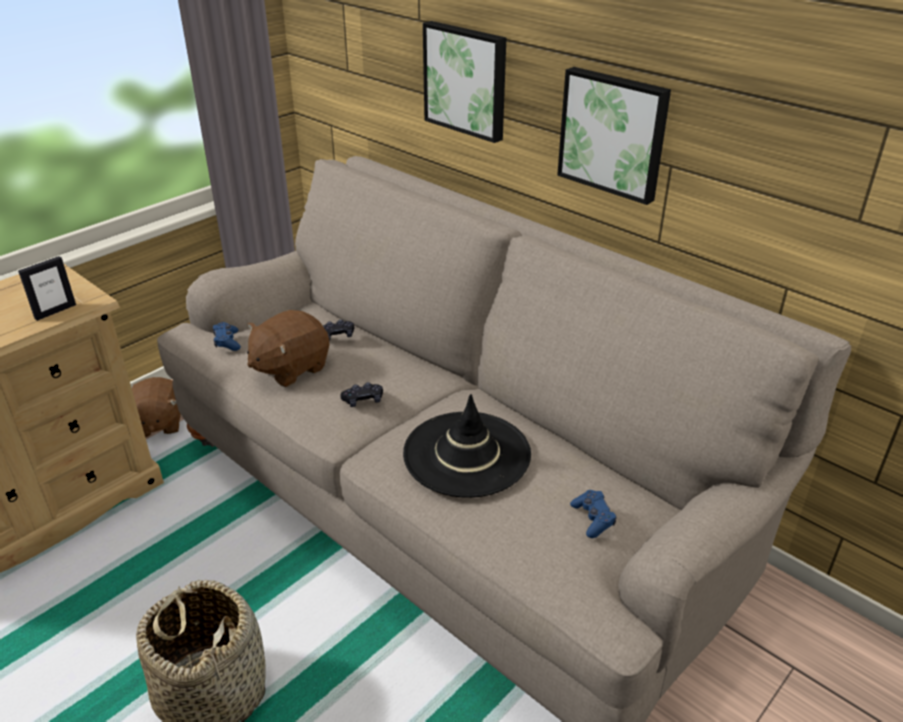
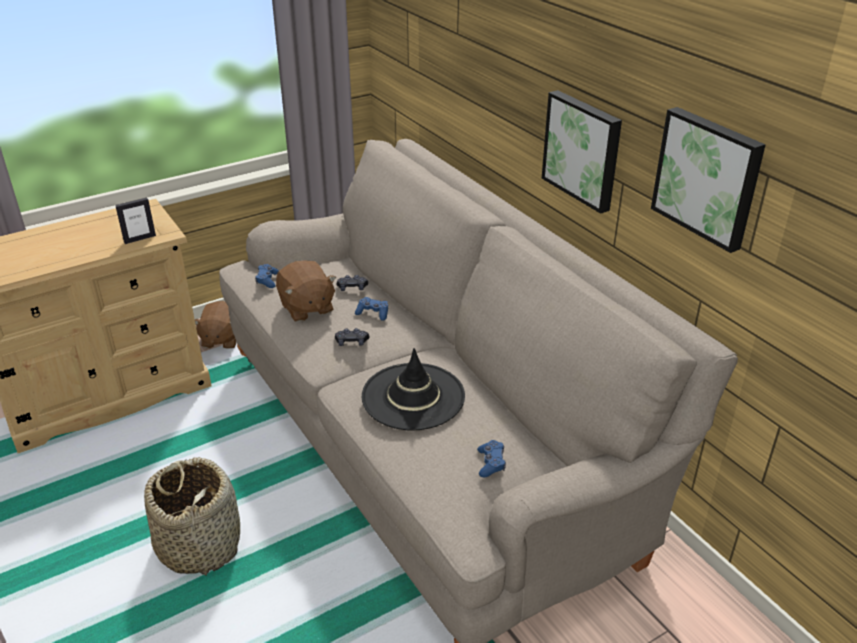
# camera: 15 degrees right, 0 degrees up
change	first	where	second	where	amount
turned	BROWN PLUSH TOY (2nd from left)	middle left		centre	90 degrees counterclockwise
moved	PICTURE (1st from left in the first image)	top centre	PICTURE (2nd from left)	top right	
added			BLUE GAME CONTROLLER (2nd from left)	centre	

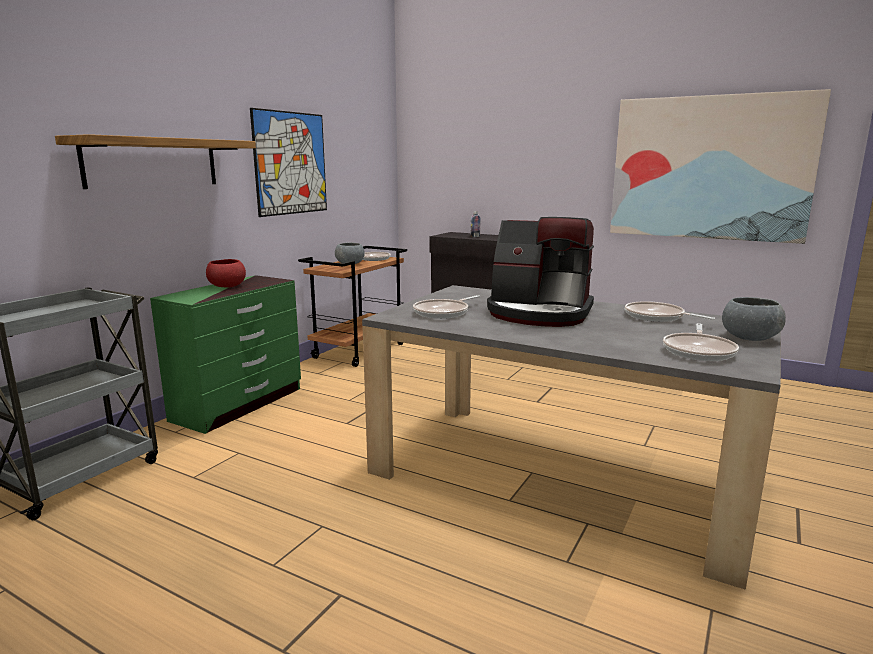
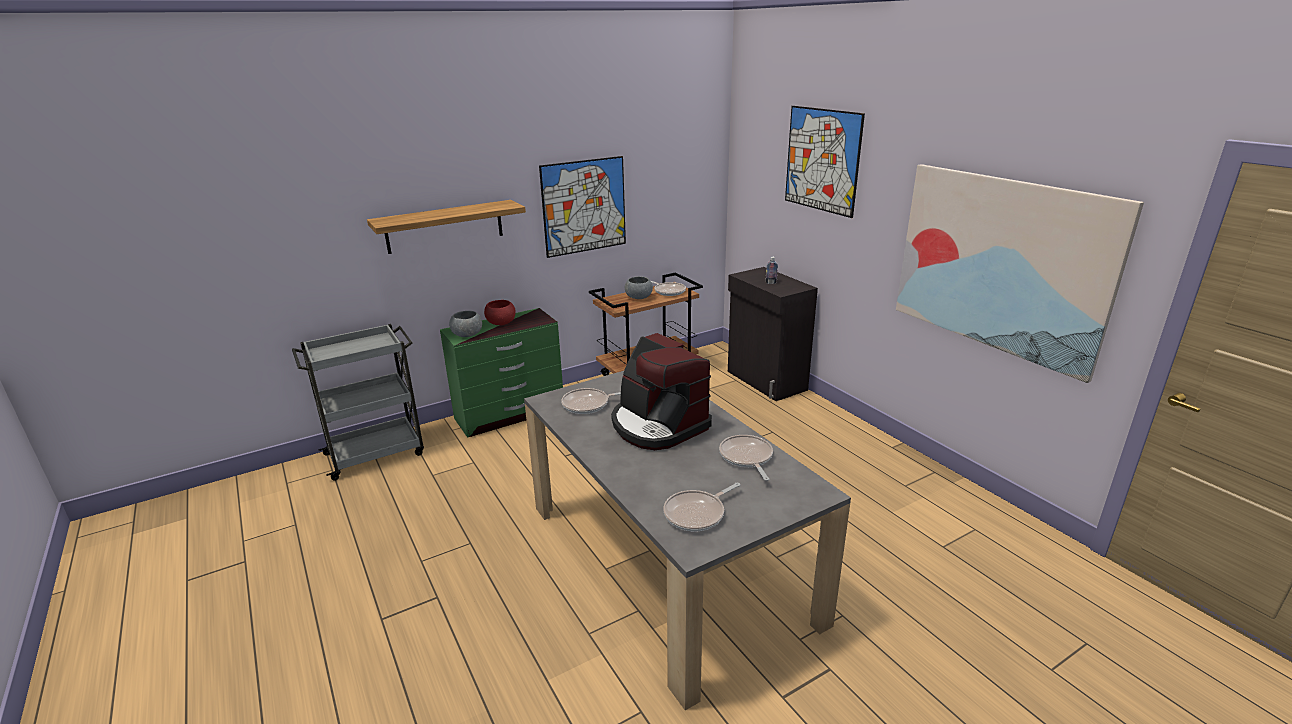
# camera: 30 degrees right, 10 degrees up
change	first	where	second	where	amount
moved	GREY BOWL (2nd from left in the first image)	middle right	GREY BOWL (1st from left)	centre	
added			PICTURE (2nd from left)	top centre	

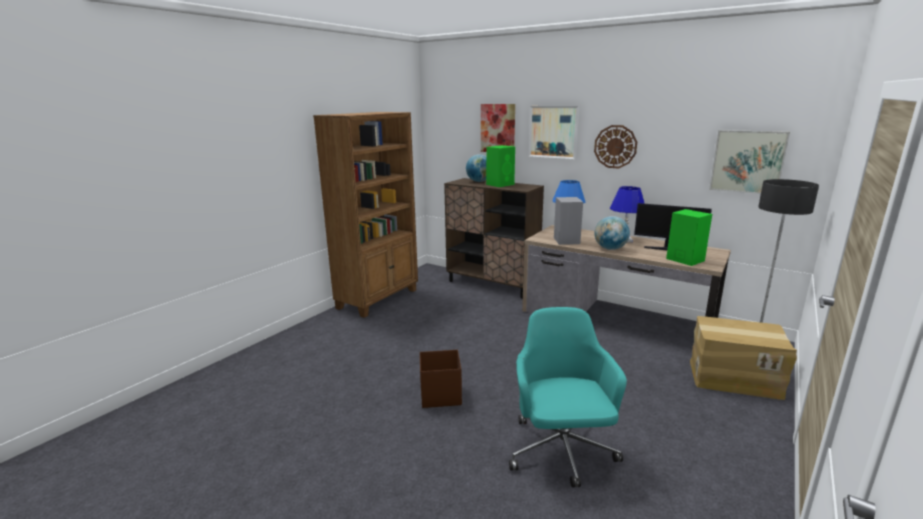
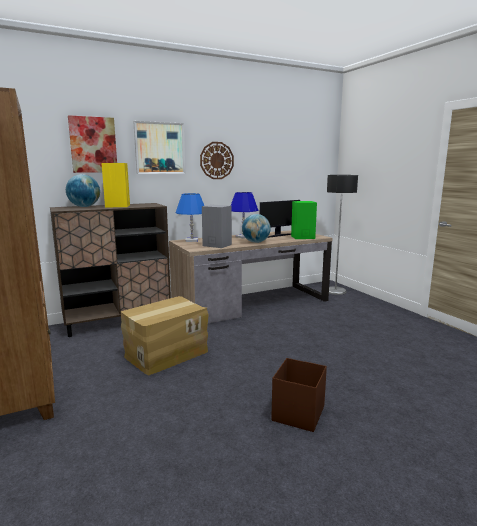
# camera: 60 degrees left, 5 degrees down
change	first	where	second	where	amount
recoloured	GREEN SPEAKER (1st from left)	top centre	YELLOW SPEAKER	middle left	
removed	TURQUOISE OFFICE CHAIR	bottom centre			
moved	CARDBOARD BOX	bottom right		centre	
removed	PICTURE (3rd from left)	top right			

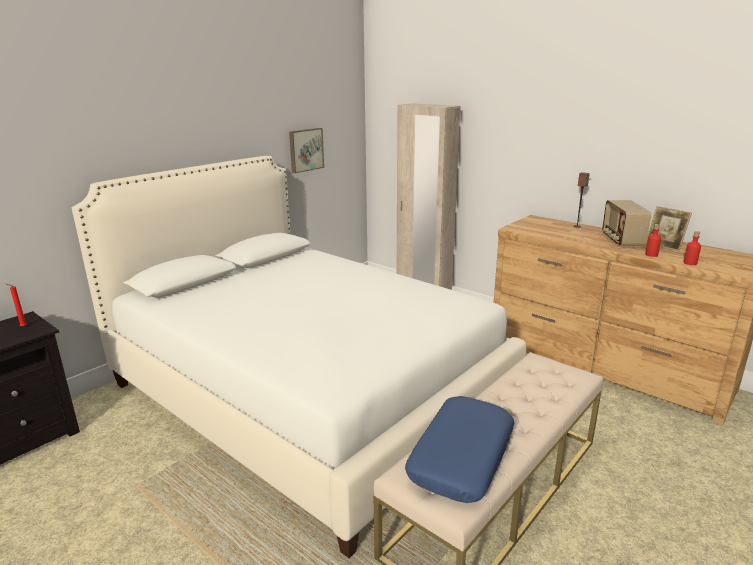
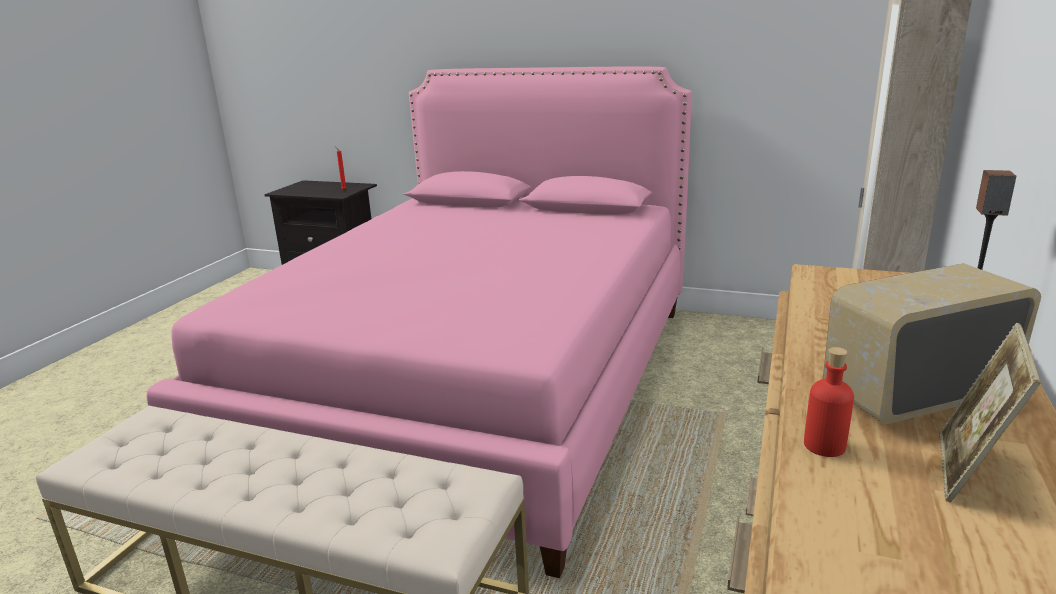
# camera: 70 degrees right, 0 degrees up
change	first	where	second	where	amount
recoloured	WHITE BED	centre	PINK BED	centre	
removed	PICTURE	top centre			
removed	BLUE PILLOW	bottom centre			
removed	RED BOTTLE (2nd from left)	middle right			

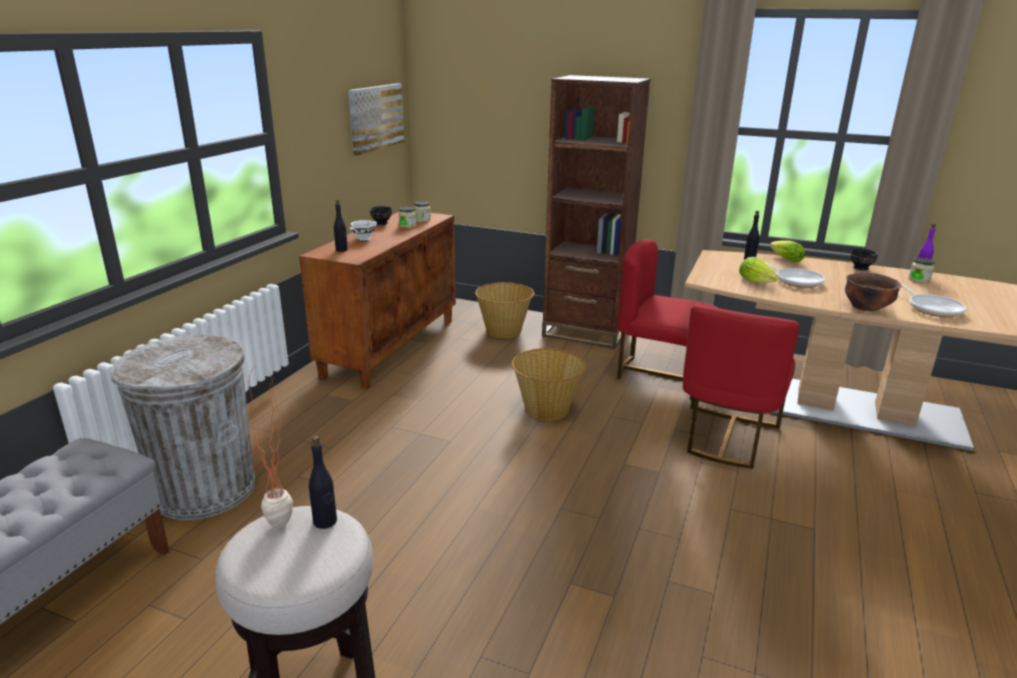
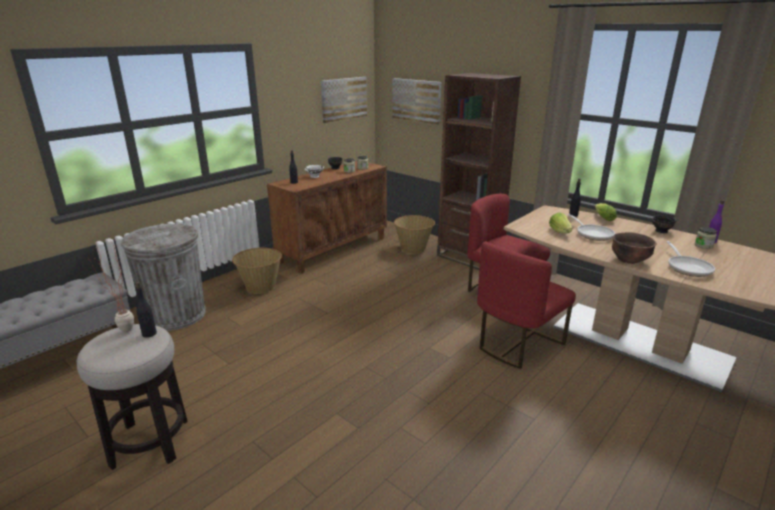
# camera: 20 degrees right, 0 degrees up
change	first	where	second	where	amount
moved	BASKET (2nd from left in the first image)	centre	BASKET (1st from left)	middle left	
added			PICTURE (2nd from left)	top centre	

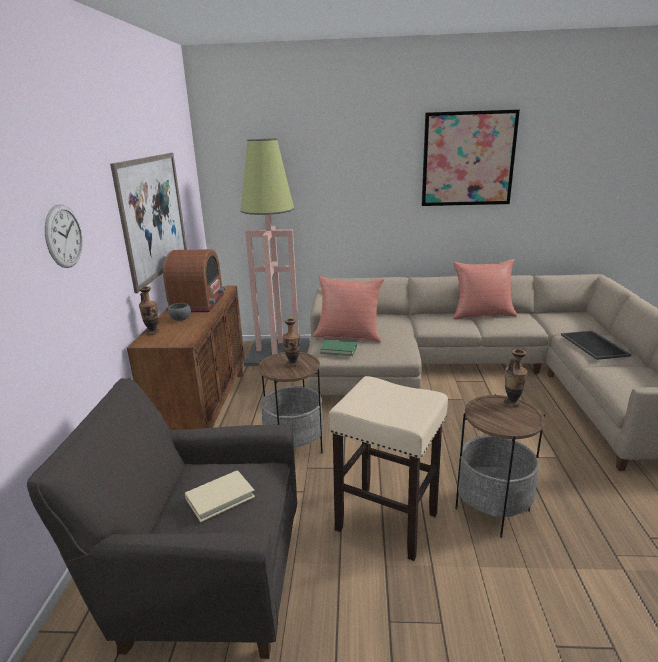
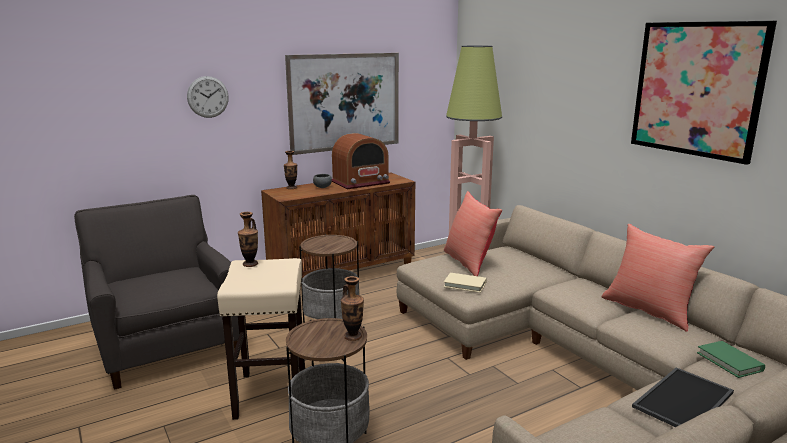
# camera: 55 degrees right, 5 degrees down
change	first	where	second	where	amount
moved	BEIGE BOOK	bottom centre		centre	
moved	VASE (2nd from left in the first image)	centre	VASE (1st from left)	middle left	
moved	GREEN BOOK	centre		bottom right	

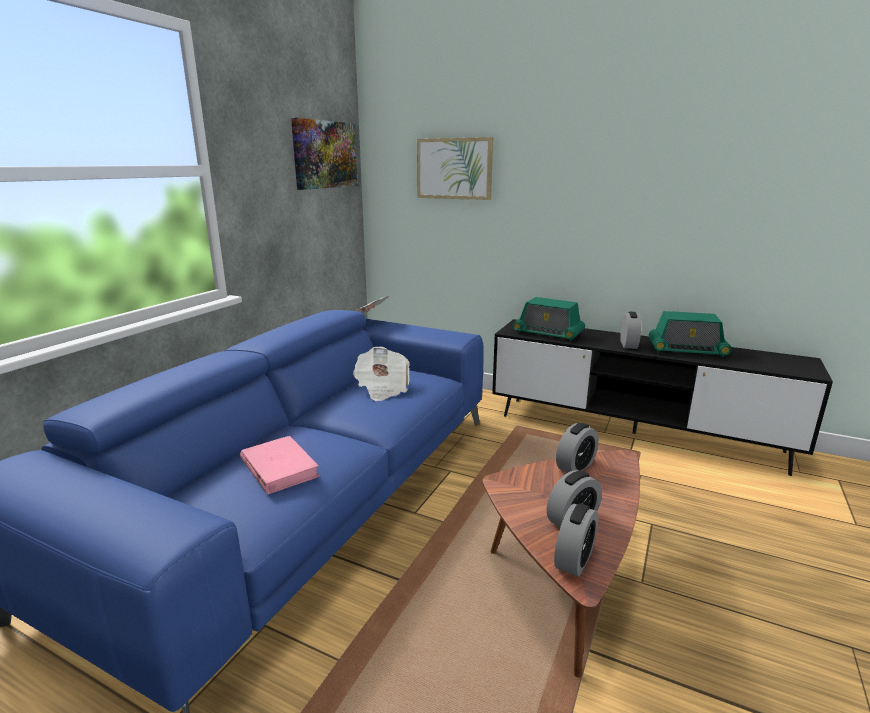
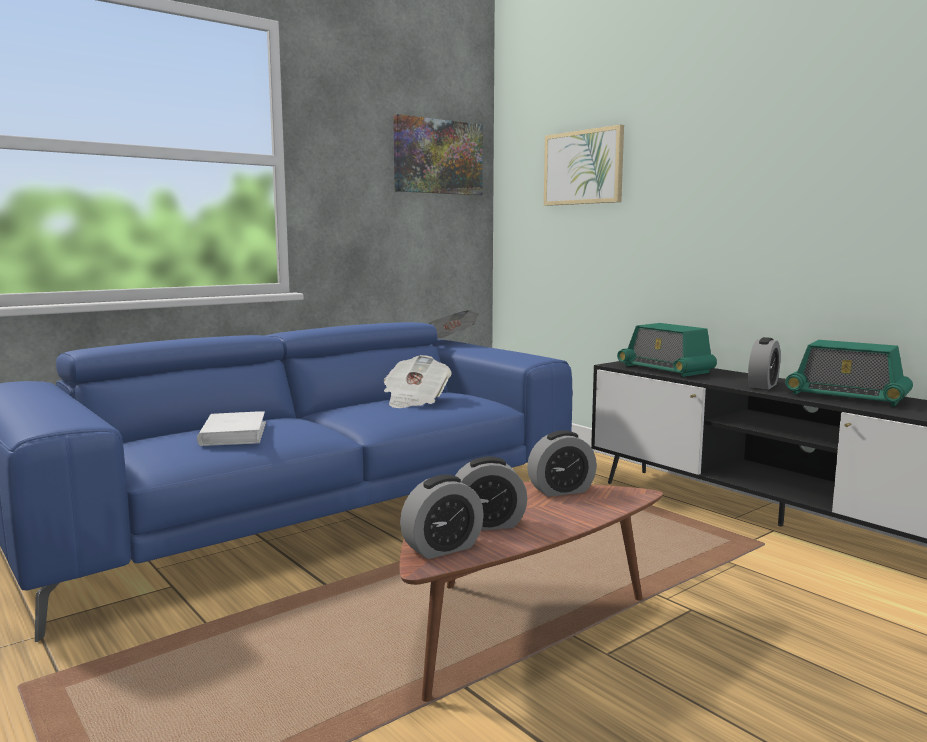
# camera: 25 degrees right, 10 degrees down
change	first	where	second	where	amount
recoloured	PINK BOOK	middle left	WHITE BOOK	middle left	

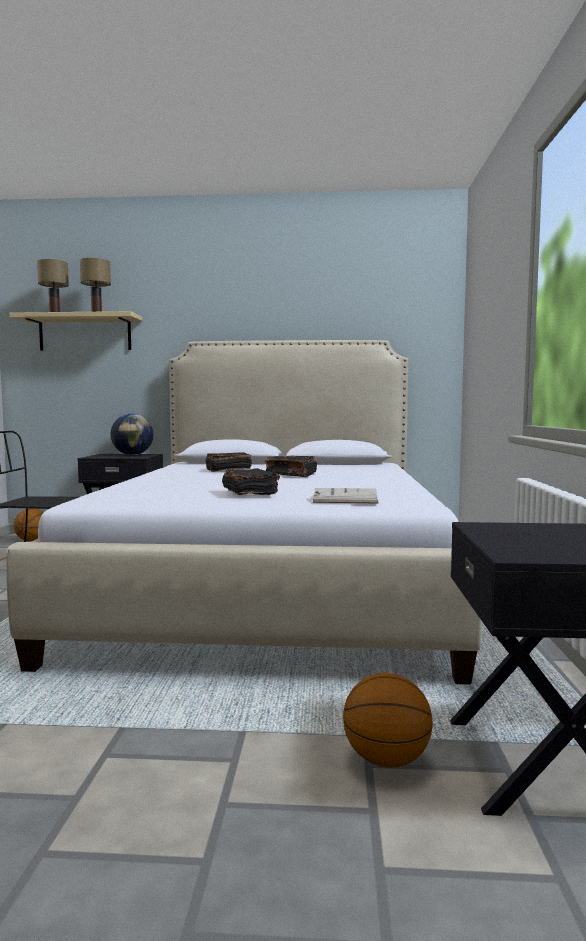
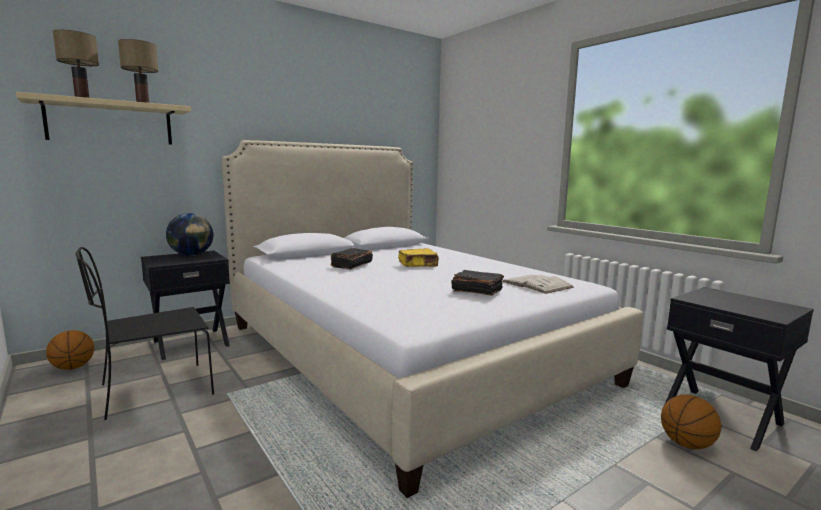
# camera: 40 degrees left, 5 degrees up
change	first	where	second	where	amount
recoloured	BLACK BOOK (3rd from left)	centre	YELLOW BOOK	centre	

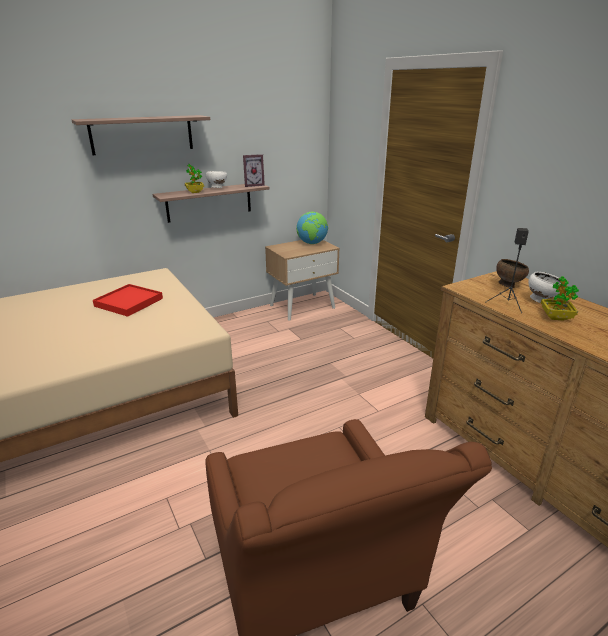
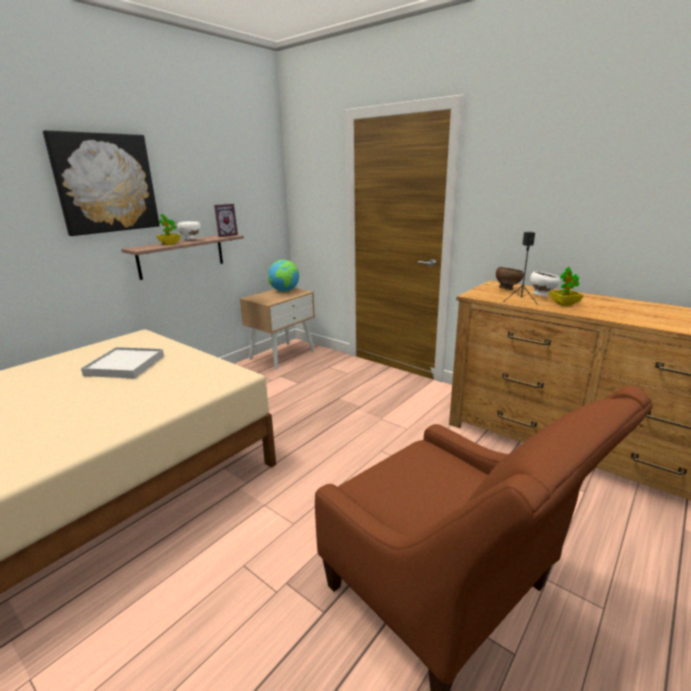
# camera: 20 degrees left, 5 degrees down
change	first	where	second	where	amount
replaced	SHELF (1st from left)	top left	PICTURE	top left	
recoloured	RED TRAY	middle left	WHITE TRAY	middle left	

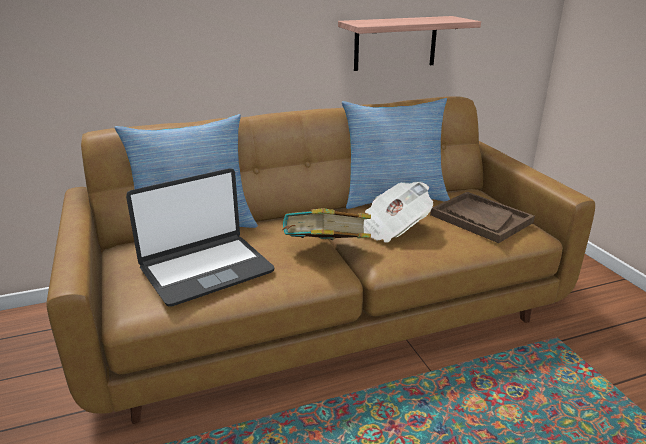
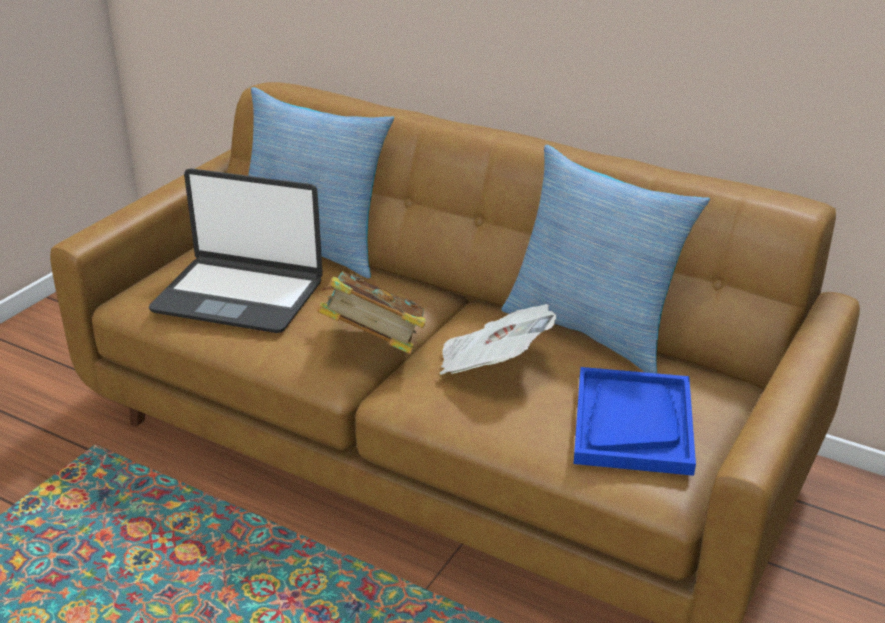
# camera: 50 degrees right, 5 degrees up
change	first	where	second	where	amount
removed	SHELF	top centre			
recoloured	BROWN TRAY	middle right	BLUE TRAY	bottom right	

